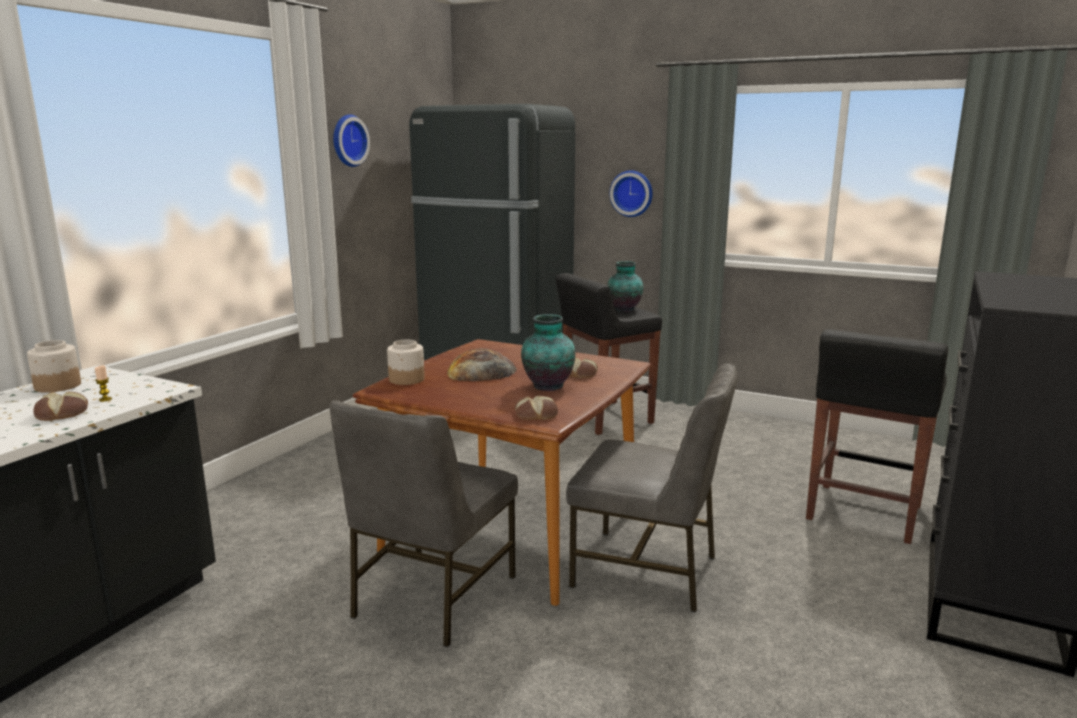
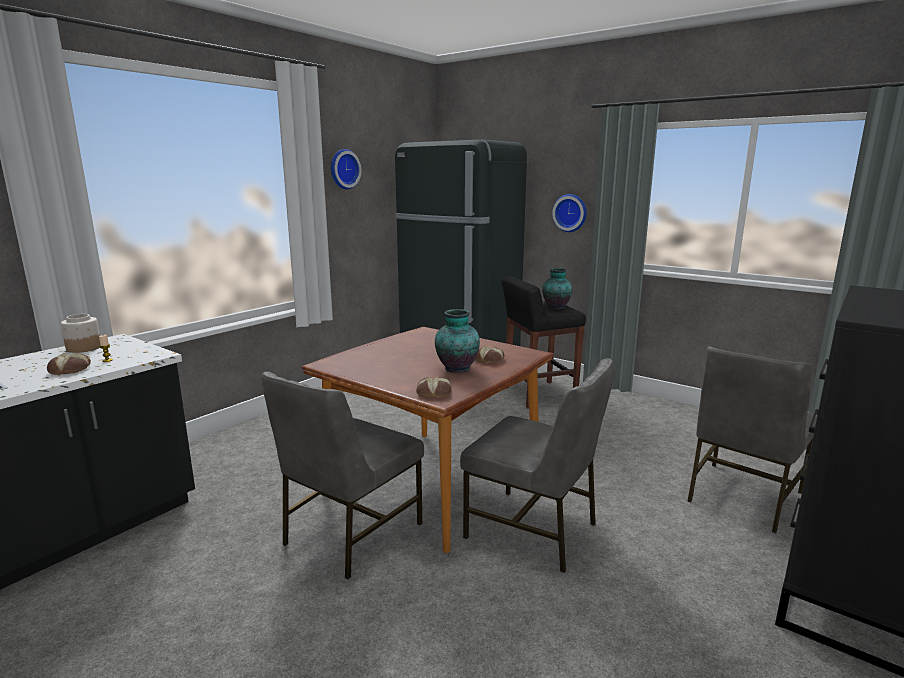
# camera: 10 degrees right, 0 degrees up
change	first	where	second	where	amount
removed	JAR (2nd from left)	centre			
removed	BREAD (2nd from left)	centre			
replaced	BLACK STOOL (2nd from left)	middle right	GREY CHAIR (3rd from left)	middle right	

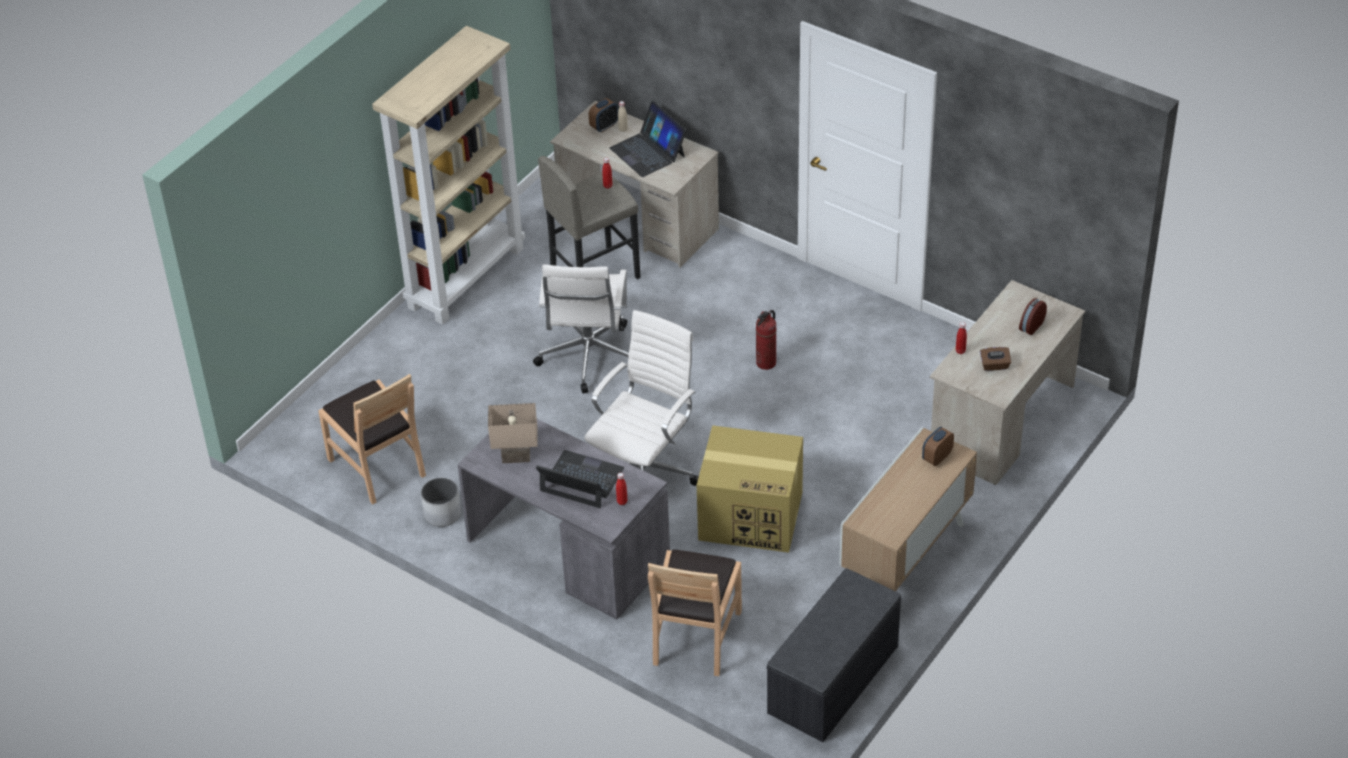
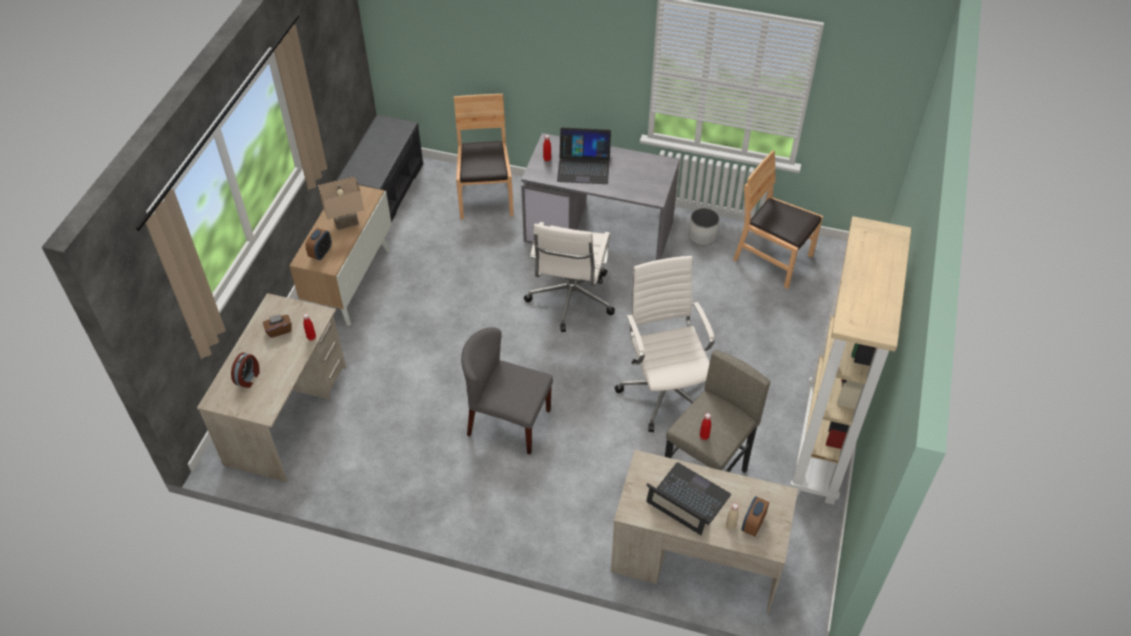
# camera: 160 degrees right, 5 degrees up
change	first	where	second	where	amount
moved	BEIGE TABLE LAMP	centre		top left	
removed	CARDBOARD BOX	centre			
replaced	FIRE EXTINGUISHER	centre	GREY CHAIR	centre	

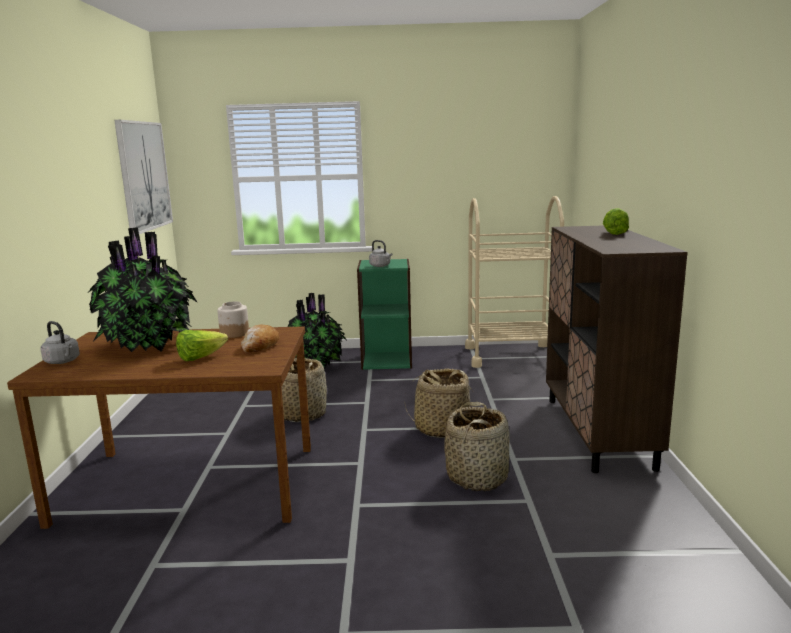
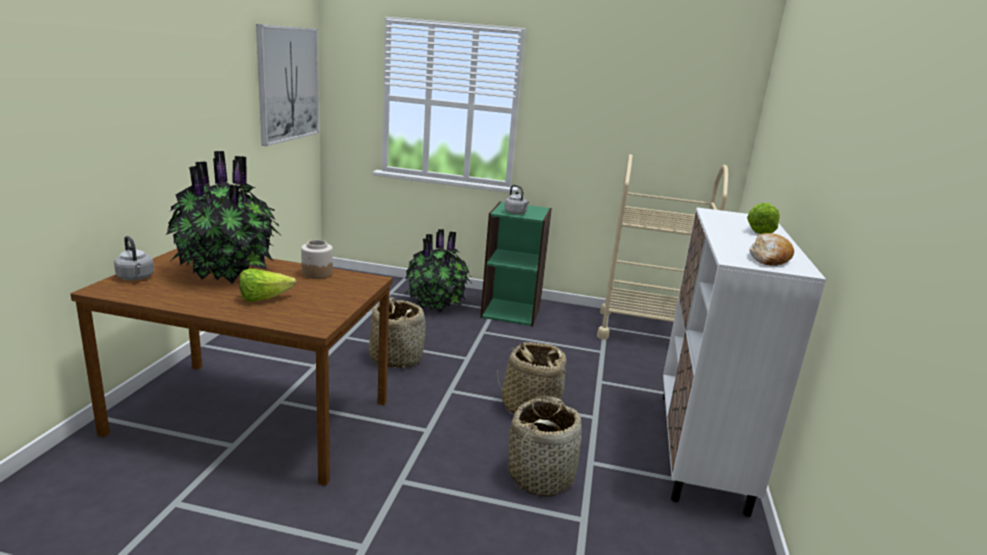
# camera: 10 degrees right, 5 degrees up
change	first	where	second	where	amount
moved	BREAD	middle left		middle right	
recoloured	BROWN CABINET	middle right	WHITE CABINET	middle right	

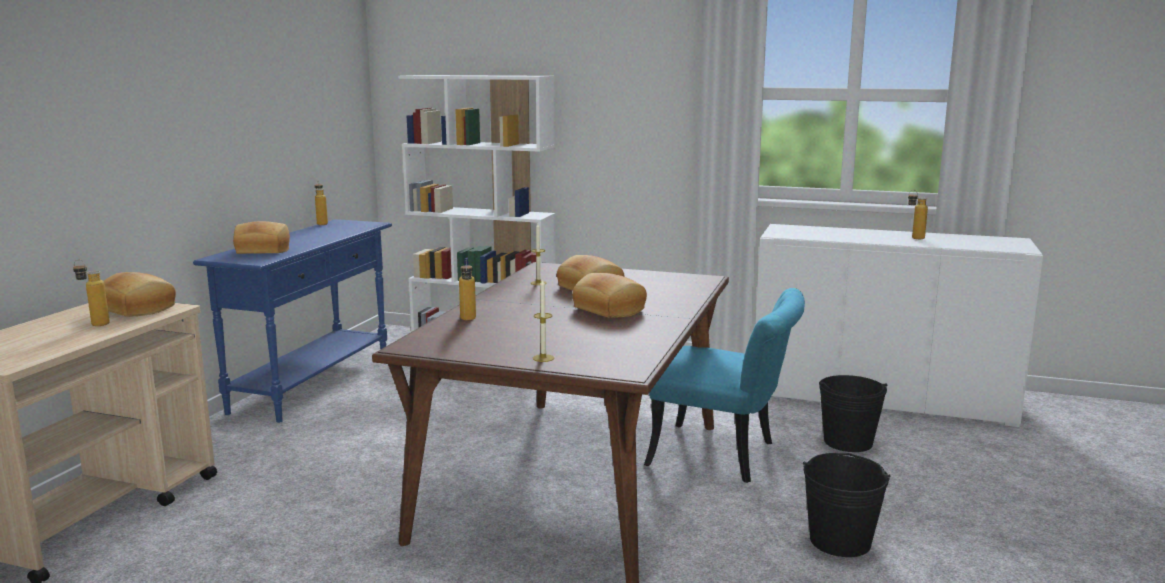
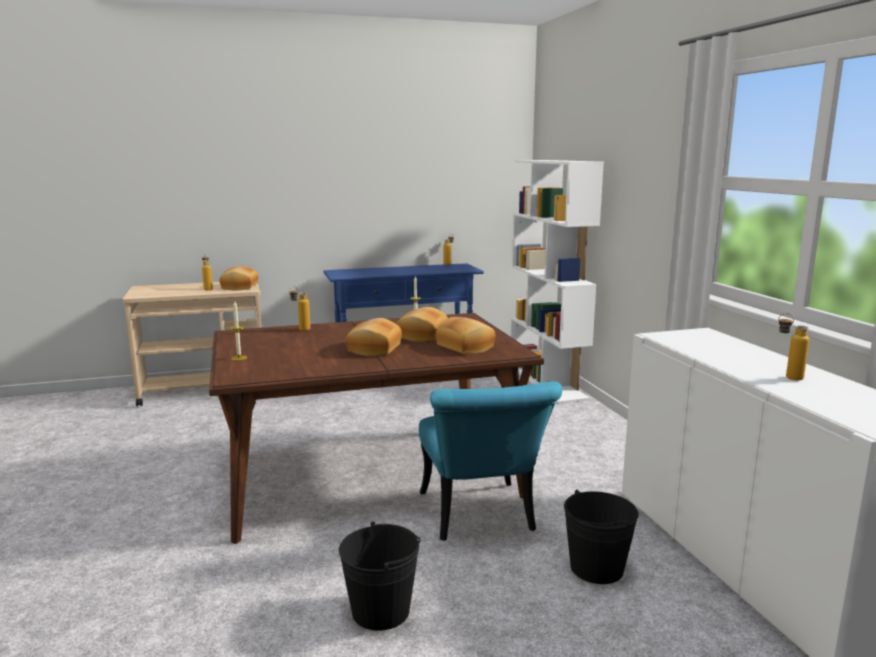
# camera: 55 degrees right, 0 degrees up
change	first	where	second	where	amount
moved	BREAD (2nd from left in the first image)	middle left	BREAD (4th from left)	centre	

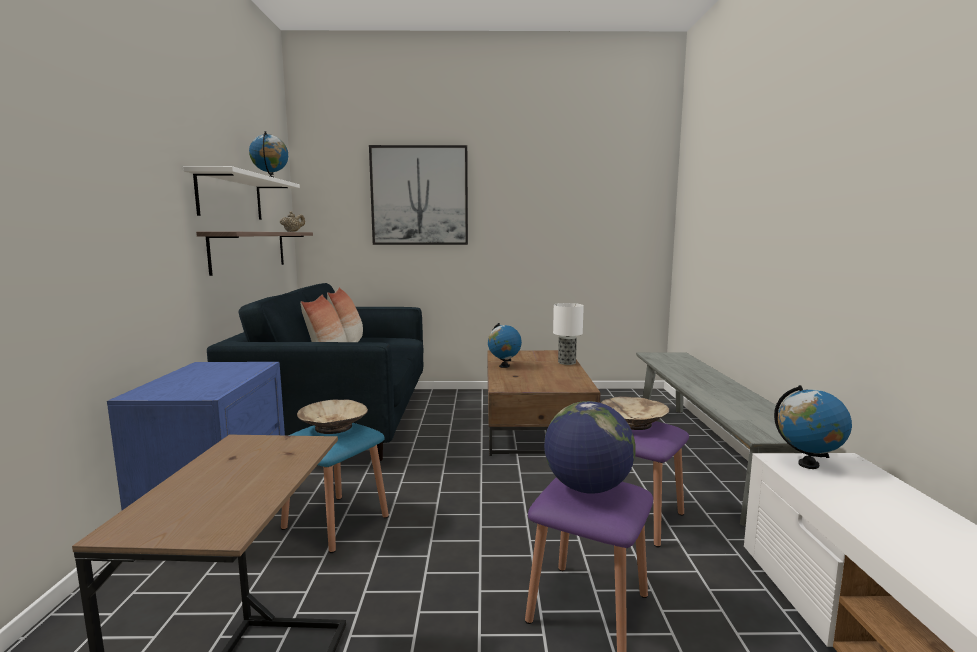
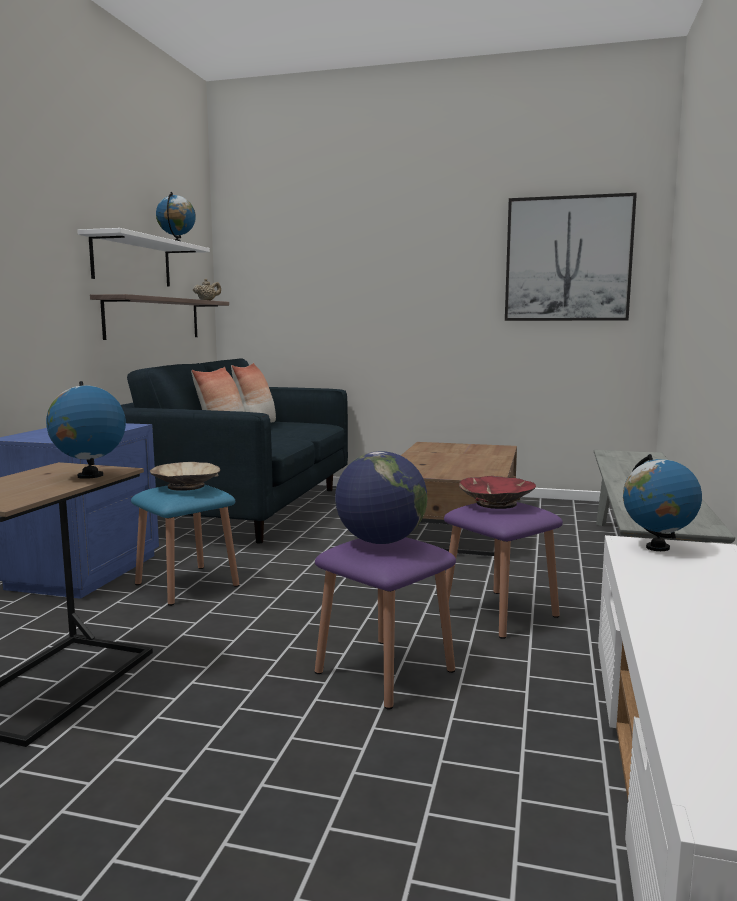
# camera: 15 degrees right, 0 degrees up
change	first	where	second	where	amount
moved	PICTURE	top centre		top right	
moved	GLOBE (2nd from left in the first image)	centre	GLOBE (1st from left)	middle left	
removed	TABLE LAMP	centre			
recoloured	BEIGE BOWL (2nd from left)	centre	RED BOWL	middle right	

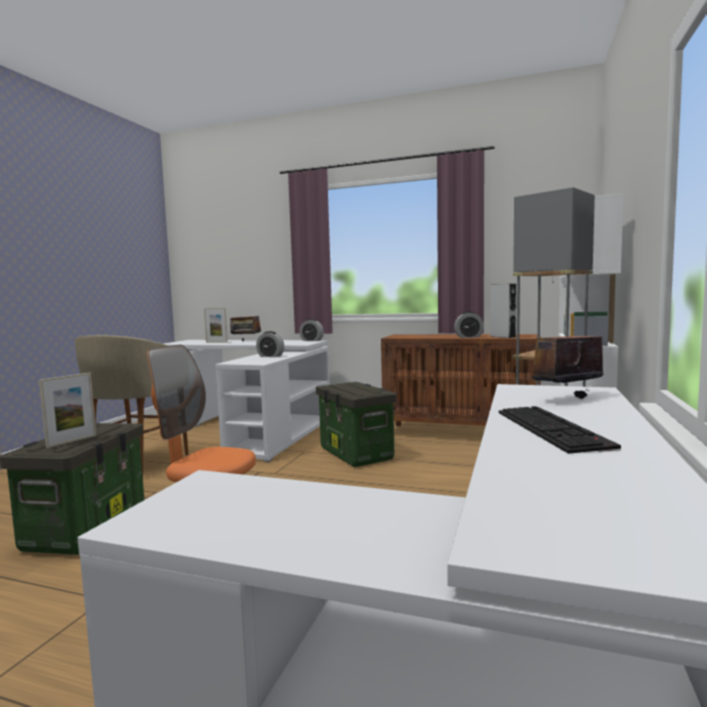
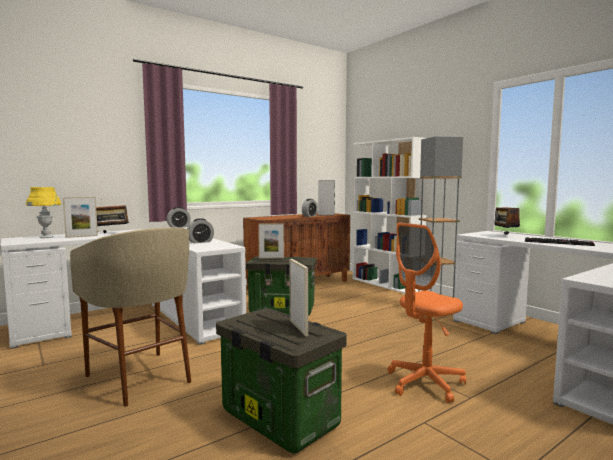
# camera: 55 degrees left, 0 degrees up
change	first	where	second	where	amount
added			YELLOW TABLE LAMP	middle left	
added			PICTURE FRAME (2nd from left)	centre	

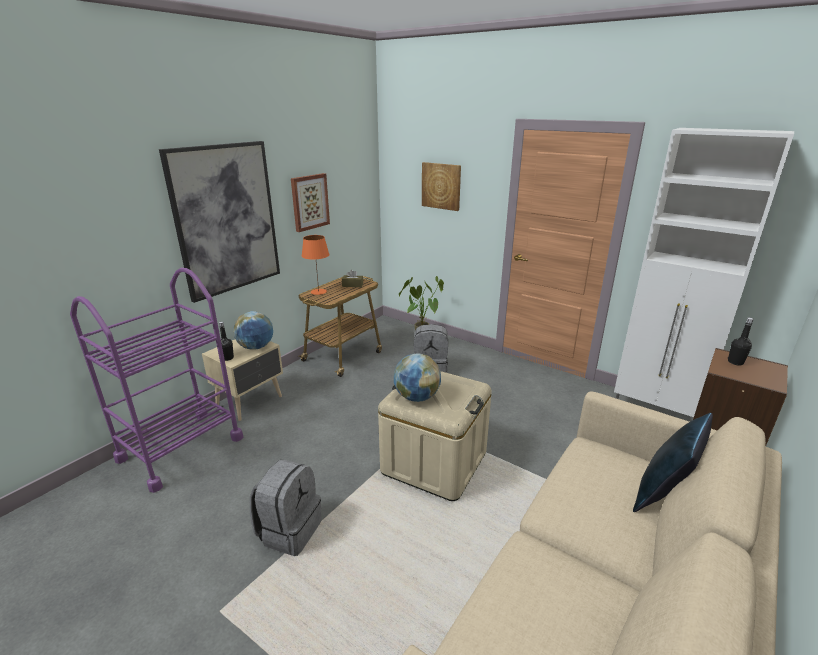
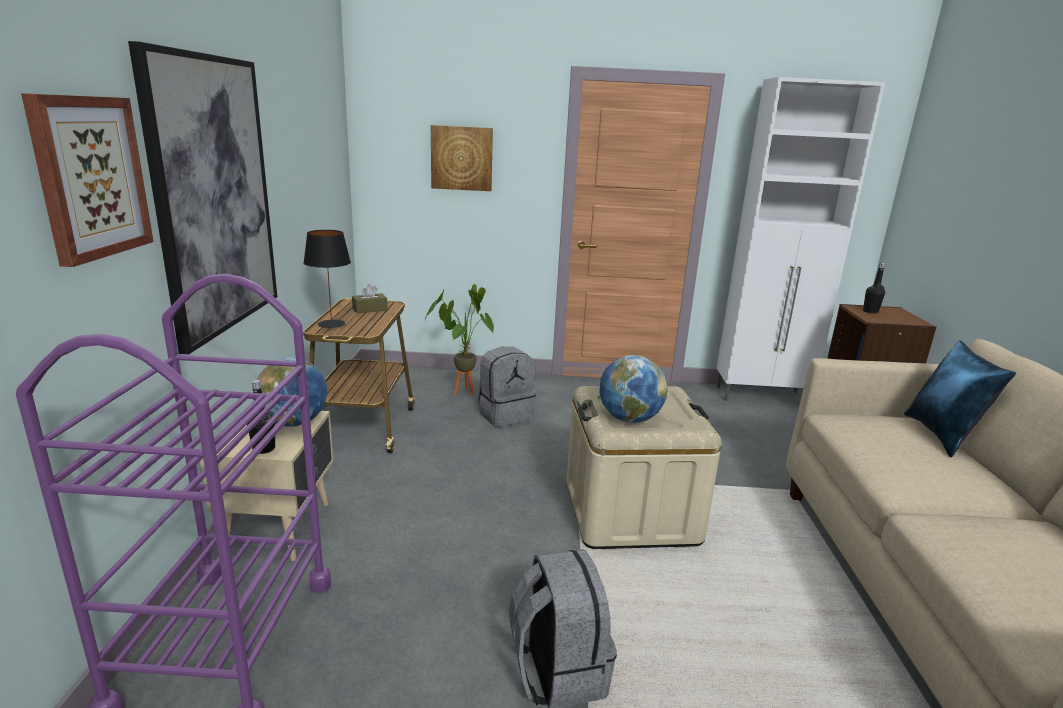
# camera: 35 degrees left, 5 degrees down
change	first	where	second	where	amount
moved	PICTURE (2nd from left in the first image)	top centre	PICTURE (1st from left)	top left	
recoloured	ORANGE TABLE LAMP	centre	BLACK TABLE LAMP	middle left	

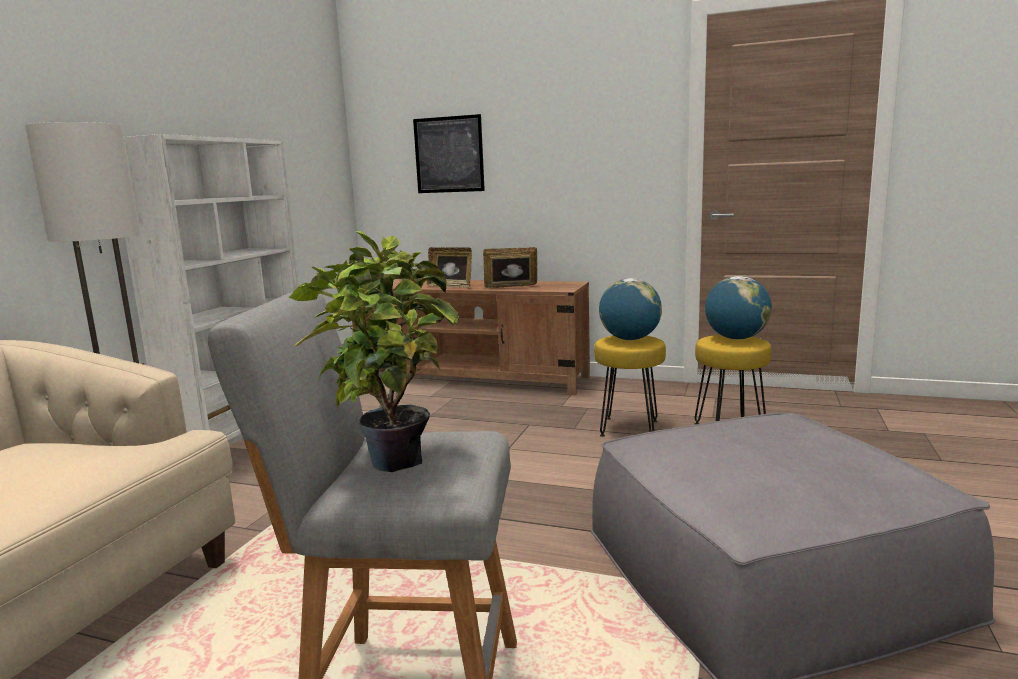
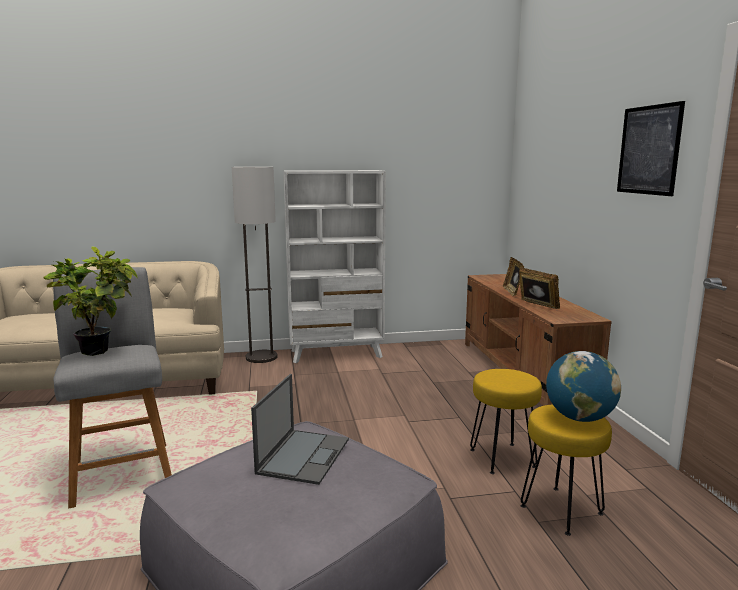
# camera: 60 degrees right, 0 degrees up
change	first	where	second	where	amount
moved	PICTURE	top centre		top right	
removed	GLOBE (1st from left)	centre			
added			LAPTOP	bottom centre	

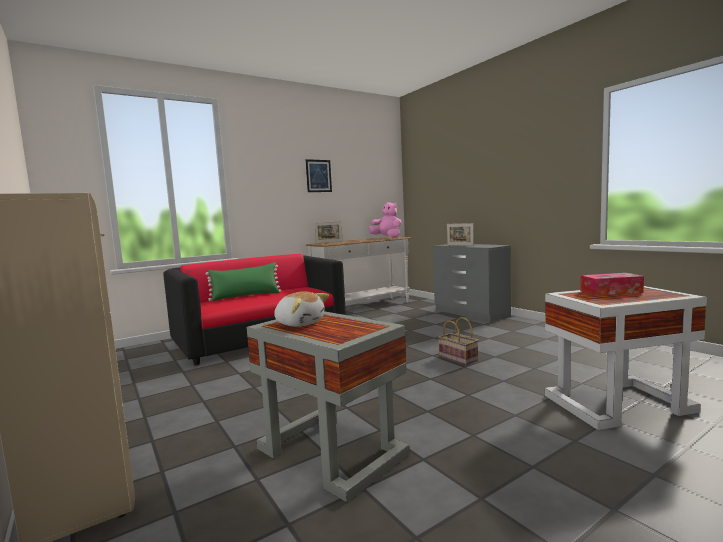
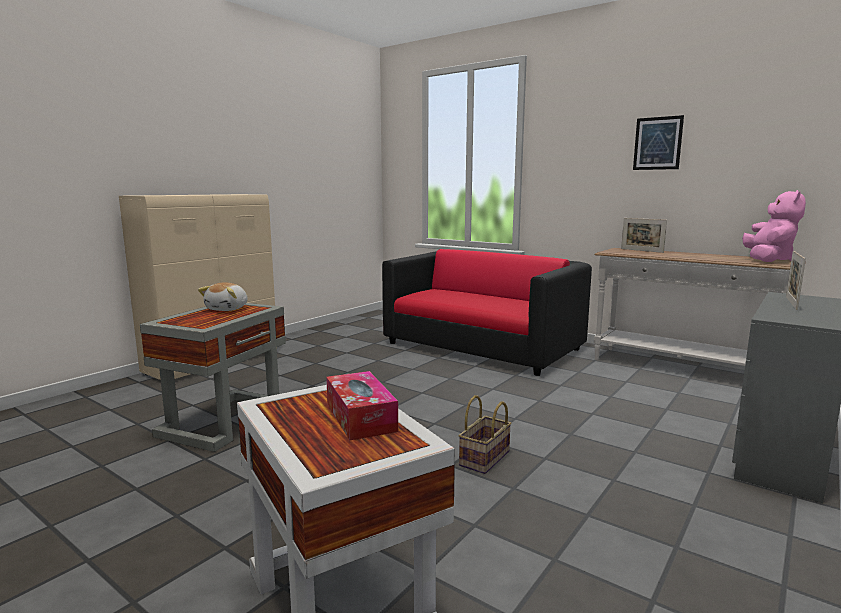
# camera: 70 degrees right, 5 degrees up
change	first	where	second	where	amount
removed	GREEN PILLOW	centre			

